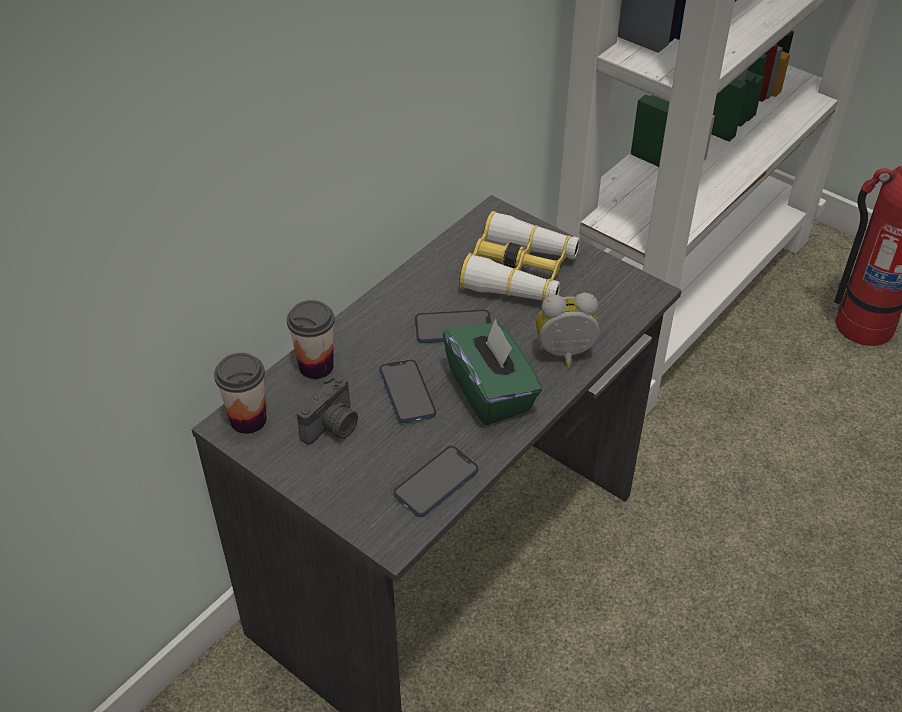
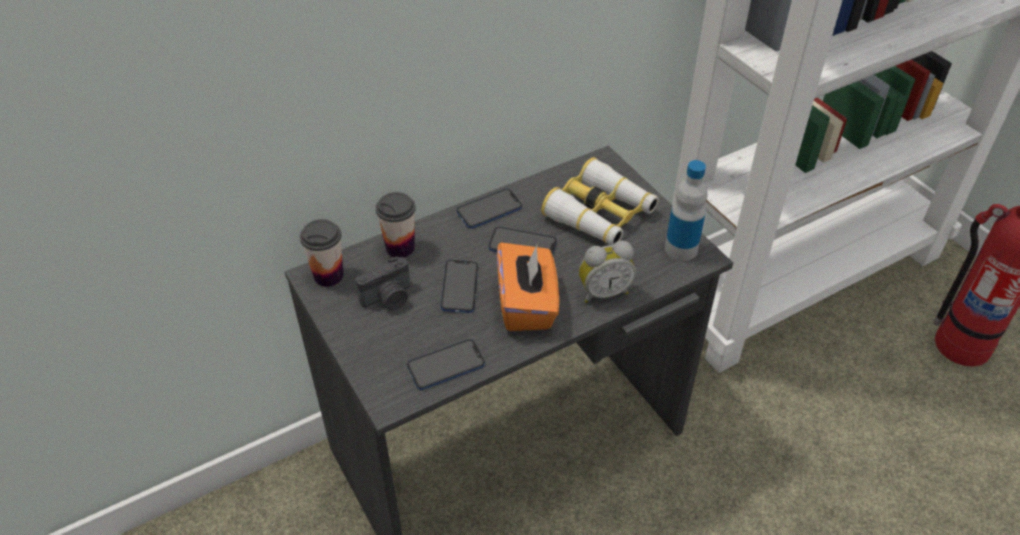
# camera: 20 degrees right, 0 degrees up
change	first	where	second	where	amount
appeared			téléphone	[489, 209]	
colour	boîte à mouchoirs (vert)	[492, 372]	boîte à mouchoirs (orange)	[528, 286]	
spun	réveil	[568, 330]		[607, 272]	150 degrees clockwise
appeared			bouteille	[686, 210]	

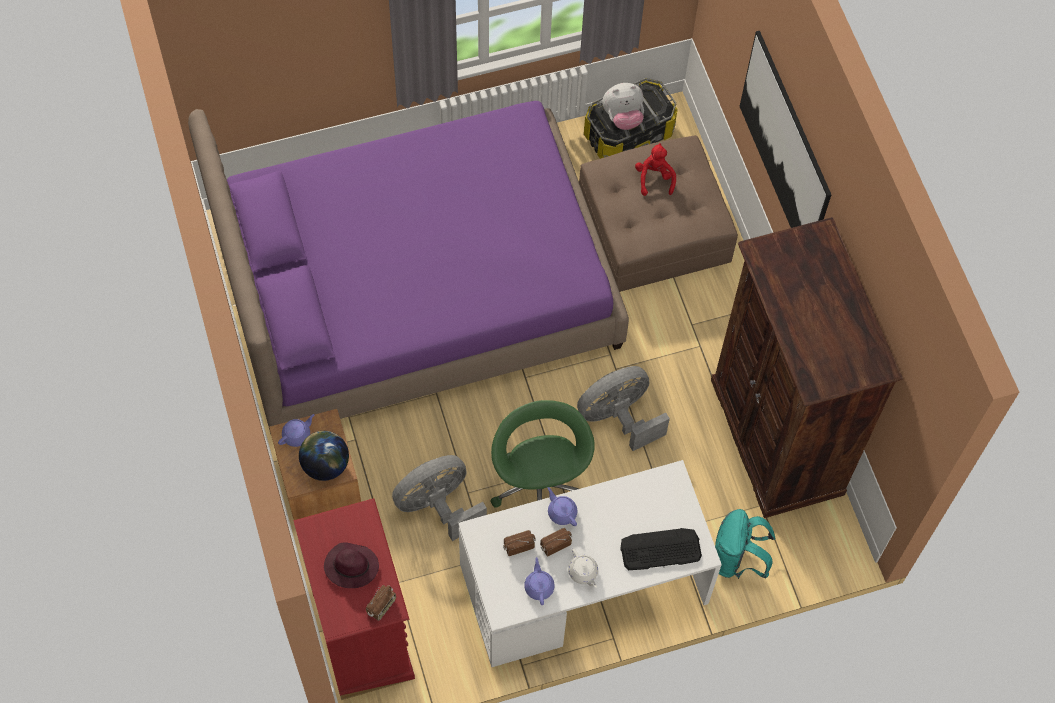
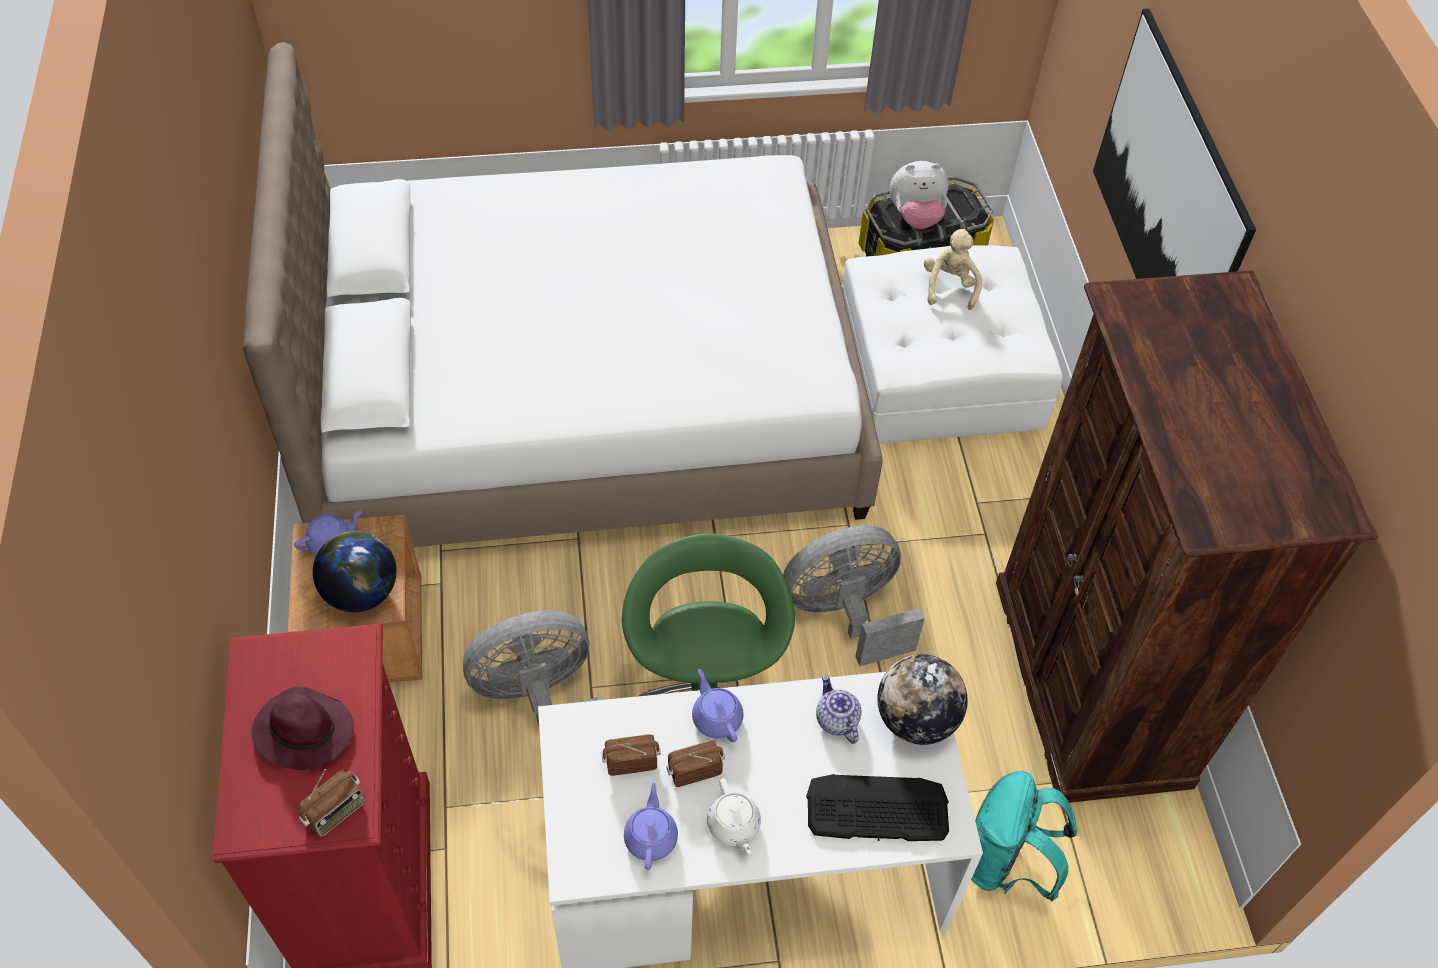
# camera: 10 degrees right, 10 degrees down
change	first	where	second	where	amount
colour	lit (violet)	[408, 267]	lit (blanc)	[563, 294]	
appeared			théière	[839, 709]	
colour	pouf (marron)	[658, 213]	pouf (blanc)	[952, 345]	
appeared			globe	[922, 699]	
colour	peluche (rouge)	[655, 169]	peluche (beige)	[953, 269]	

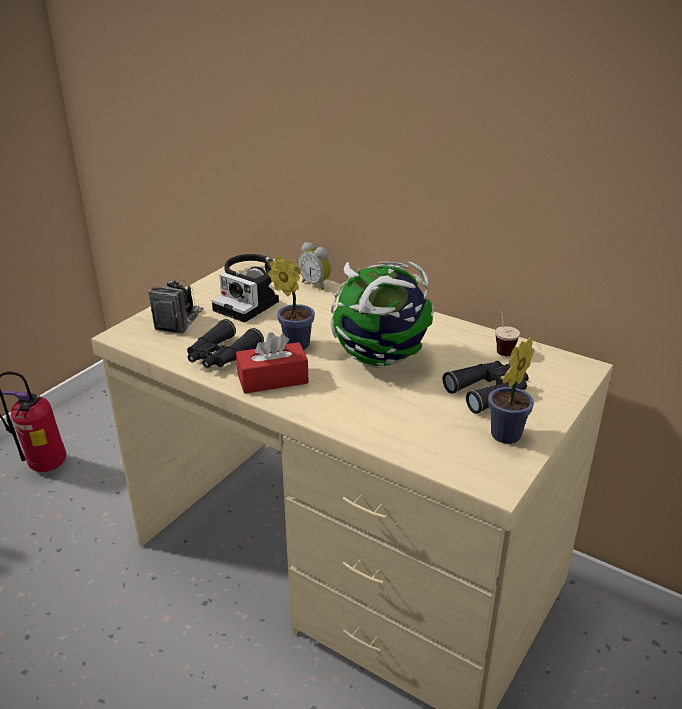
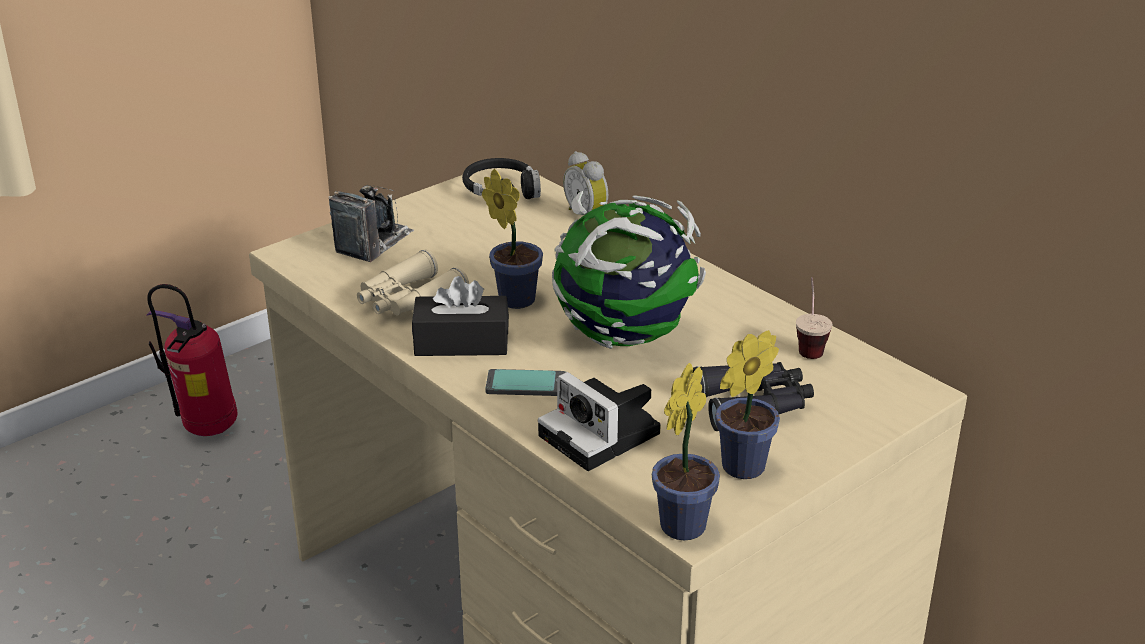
# camera: 15 degrees right, 0 degrees up
change	first	where	second	where	amount
colour	jumelles (noir)	[225, 343]	jumelles (beige)	[413, 283]	
colour	boîte à mouchoirs (rouge)	[272, 363]	boîte à mouchoirs (noir)	[460, 316]	
appeared			téléphone	[525, 382]	
relocated	appareil photo	[245, 298]		[599, 421]	
appeared			plante en pot	[686, 451]	

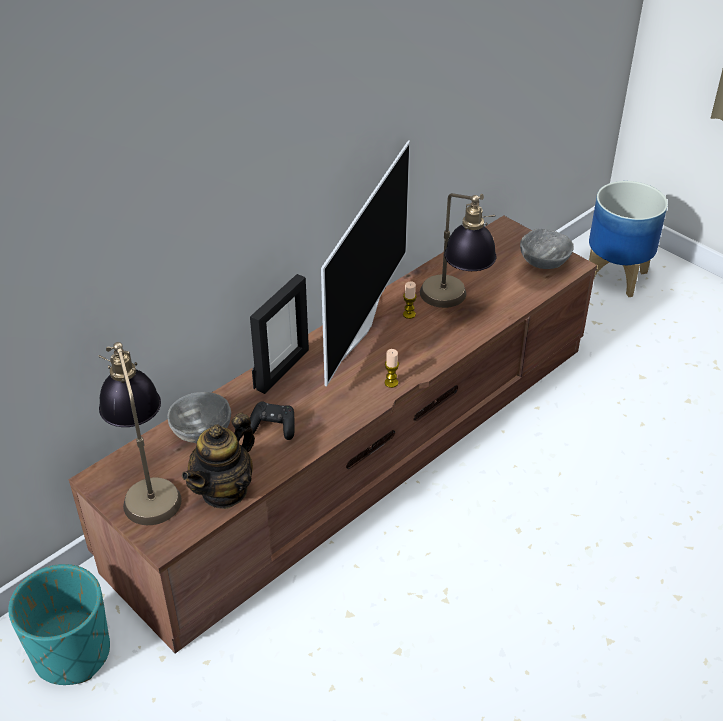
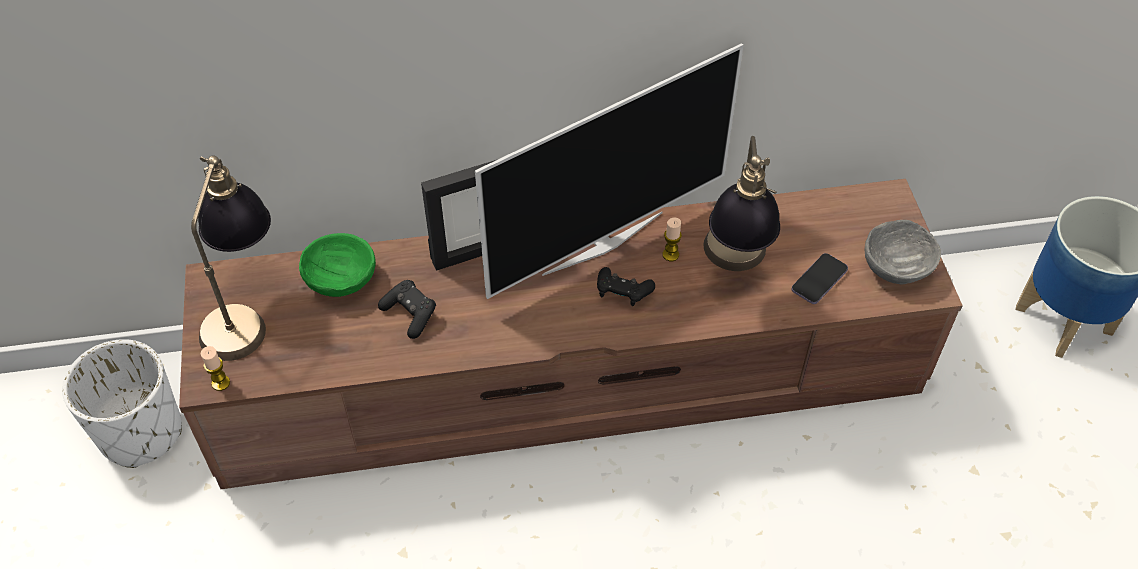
# camera: 35 degrees right, 10 degrees up
change	first	where	second	where	amount
colour	cache-pot (turquoise)	[59, 624]	cache-pot (blanc)	[122, 403]	
relocated	bougie	[392, 368]		[215, 368]	
colour	bol (gris)	[199, 417]	bol (vert)	[337, 265]	
appeared			manette (noir)	[626, 286]	
appeared			téléphone	[819, 278]	
missing	théière	[218, 461]			

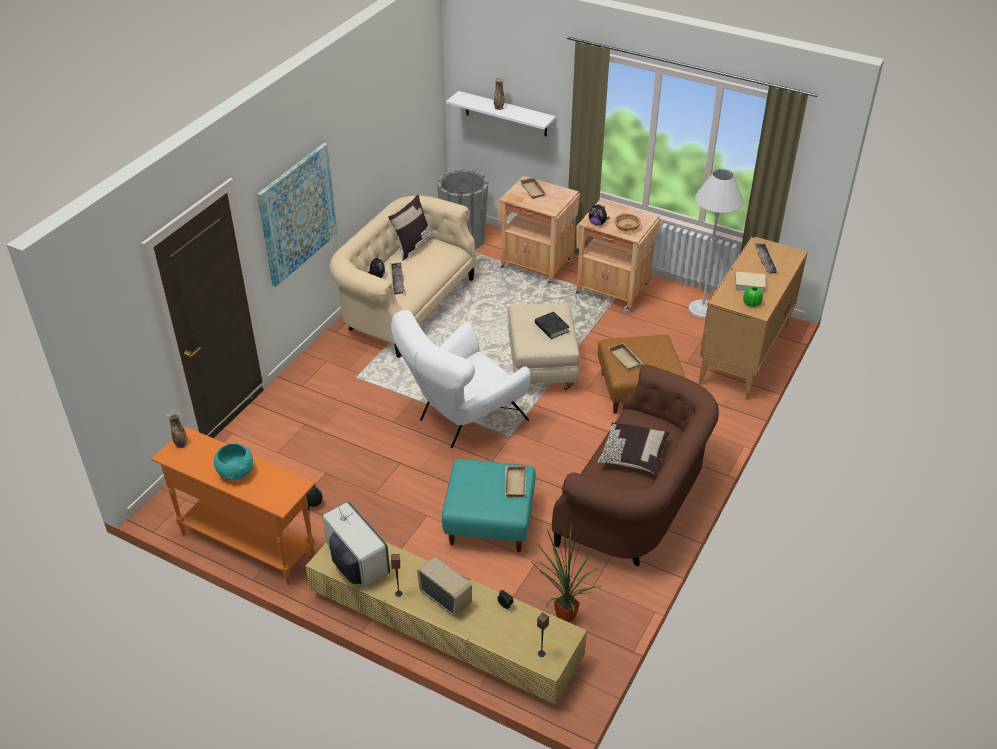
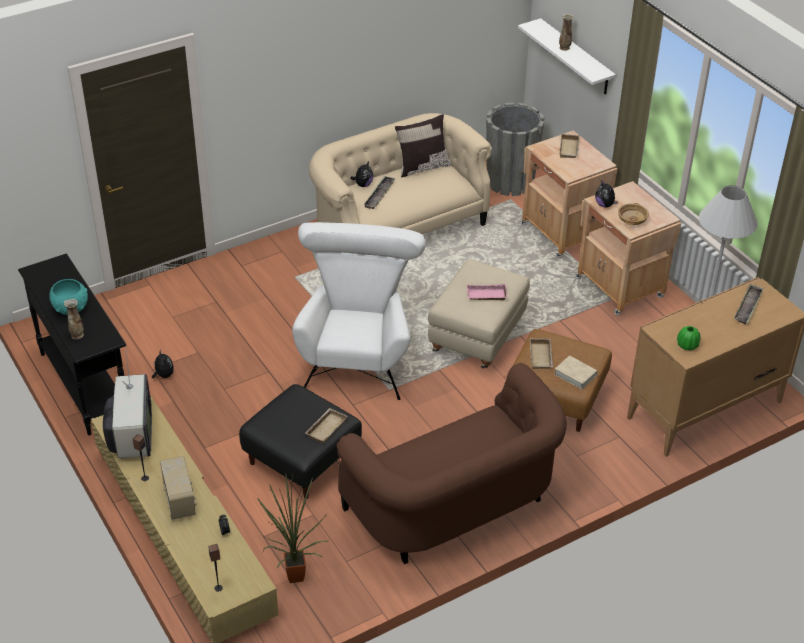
# camera: 30 degrees right, 0 degrees up
change	first	where	second	where	amount
colour	table console (orange)	[233, 506]	table console (noir)	[72, 344]	
relocated	vase	[177, 429]		[74, 319]	
colour	pouf (turquoise)	[489, 505]	pouf (noir)	[300, 441]	
spun	fauteuil (blanc)	[461, 379]		[359, 311]	105 degrees clockwise
exchanged	livre (noir)	[552, 325]	plateau (rose)	[487, 292]	
relocated	livre (beige)	[750, 282]		[576, 373]	
missing	tableau	[297, 215]			
missing	coussin	[634, 449]			

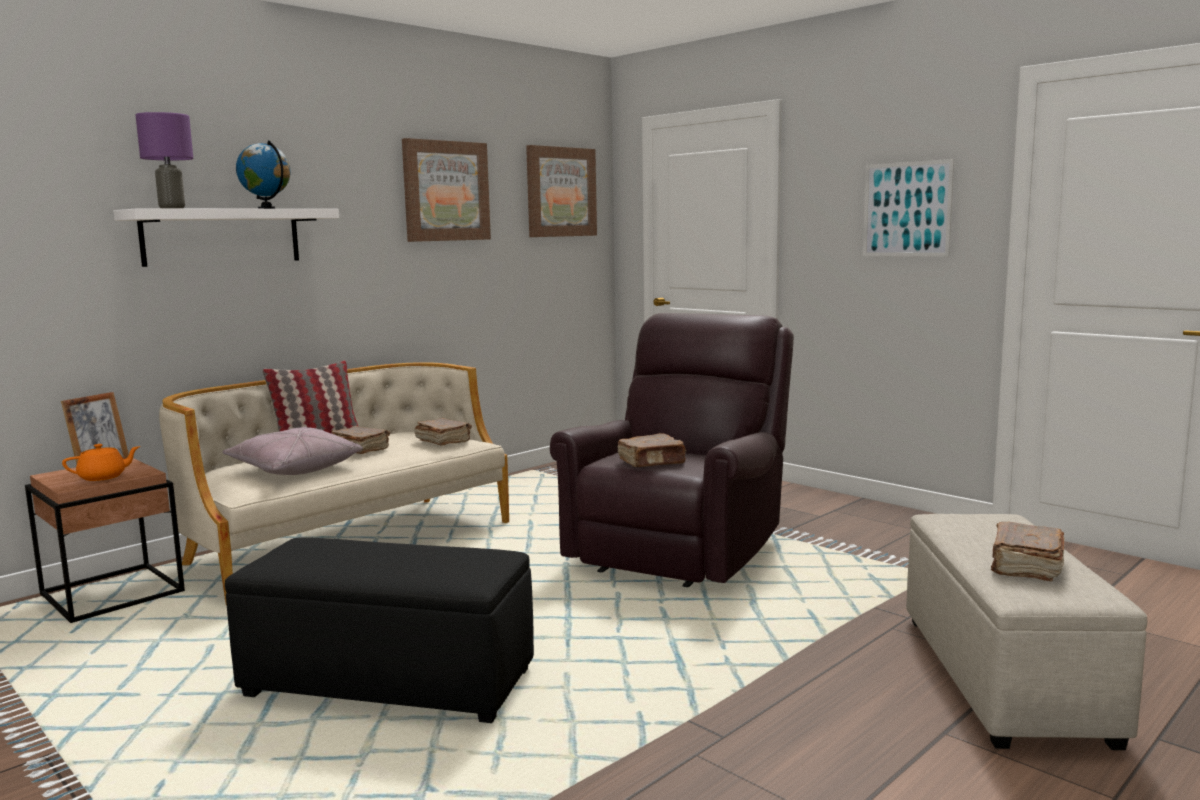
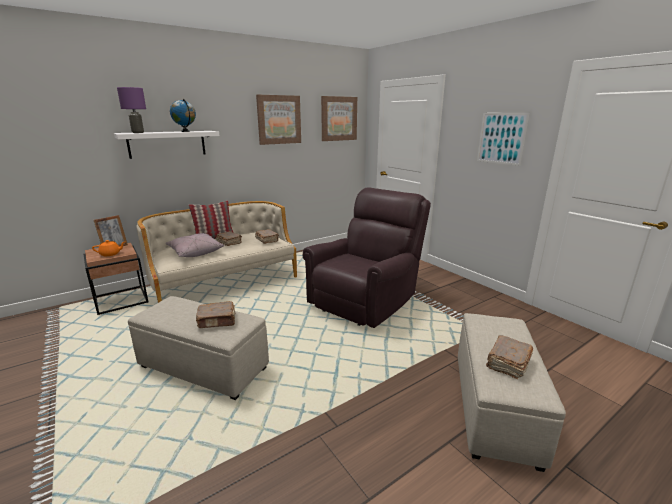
# camera: 10 degrees right, 10 degrees up
change	first	where	second	where	amount
colour	pouf (noir)	[379, 630]	pouf (beige)	[198, 348]	
relocated	livre (marron)	[652, 450]		[215, 314]	

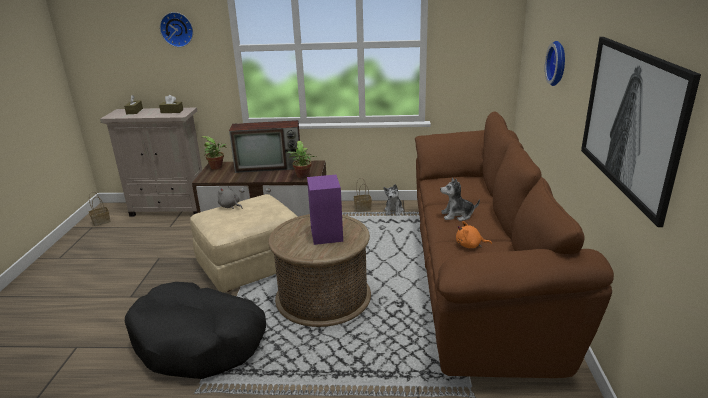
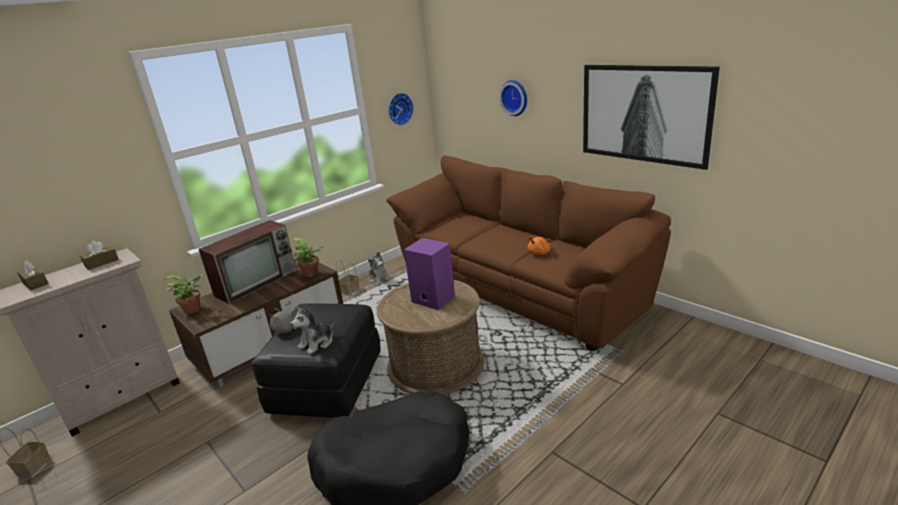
# camera: 45 degrees left, 0 degrees up
change	first	where	second	where	amount
colour	pouf (beige)	[244, 243]	pouf (noir)	[316, 361]	
relocated	peluche	[460, 199]		[312, 330]	
relocated	horloge murale	[176, 29]		[401, 109]	

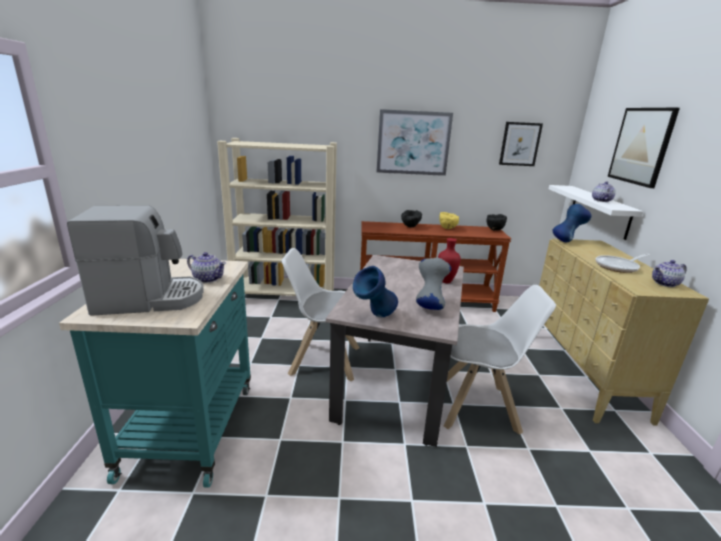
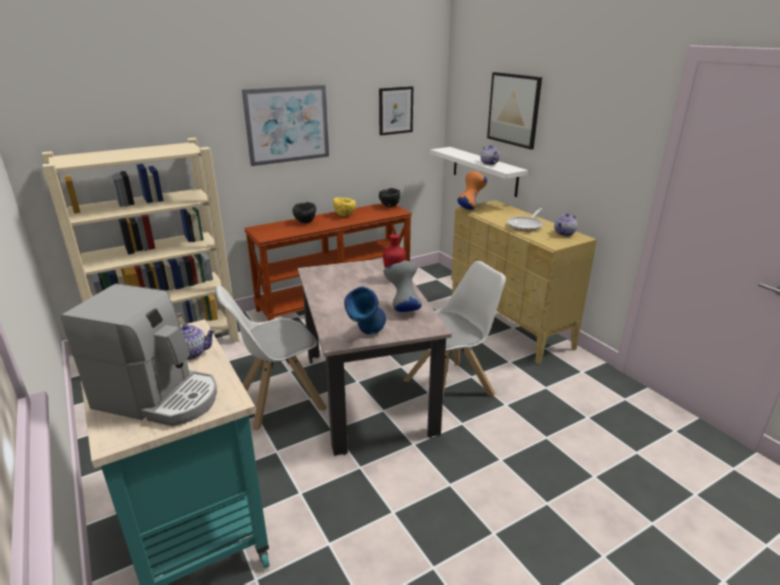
# camera: 30 degrees left, 5 degrees up
change	first	where	second	where	amount
spun	machine à café	[135, 260]		[139, 354]	60 degrees clockwise
colour	vase (bleu)	[572, 223]	vase (orange)	[472, 190]	

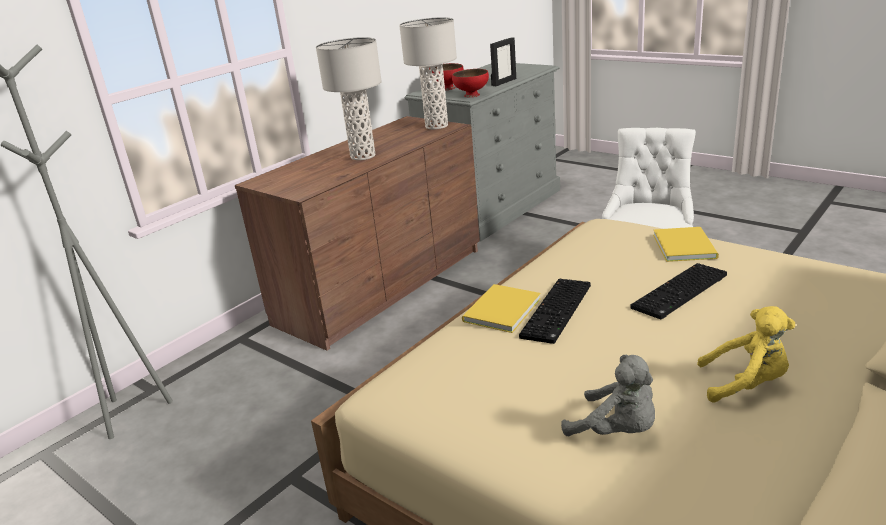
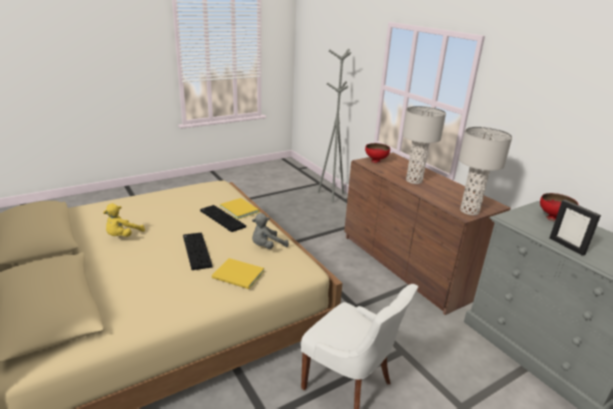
# camera: 105 degrees right, 0 degrees up
change	first	where	second	where	amount
relocated	peluche (gris)	[608, 395]		[270, 231]	
relocated	bol (rouge)	[470, 83]		[377, 153]	

